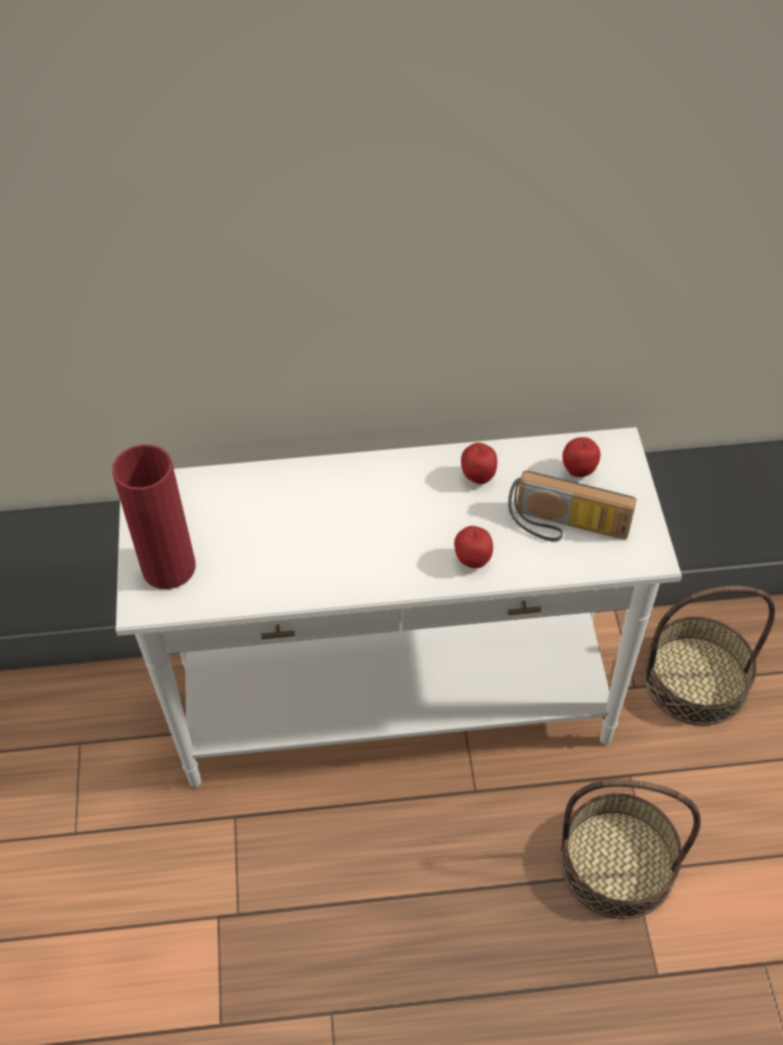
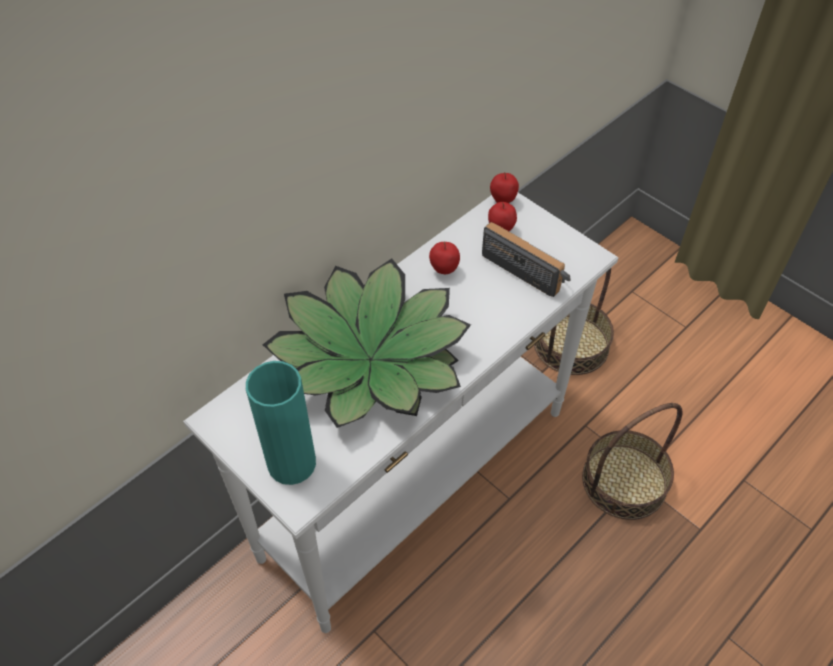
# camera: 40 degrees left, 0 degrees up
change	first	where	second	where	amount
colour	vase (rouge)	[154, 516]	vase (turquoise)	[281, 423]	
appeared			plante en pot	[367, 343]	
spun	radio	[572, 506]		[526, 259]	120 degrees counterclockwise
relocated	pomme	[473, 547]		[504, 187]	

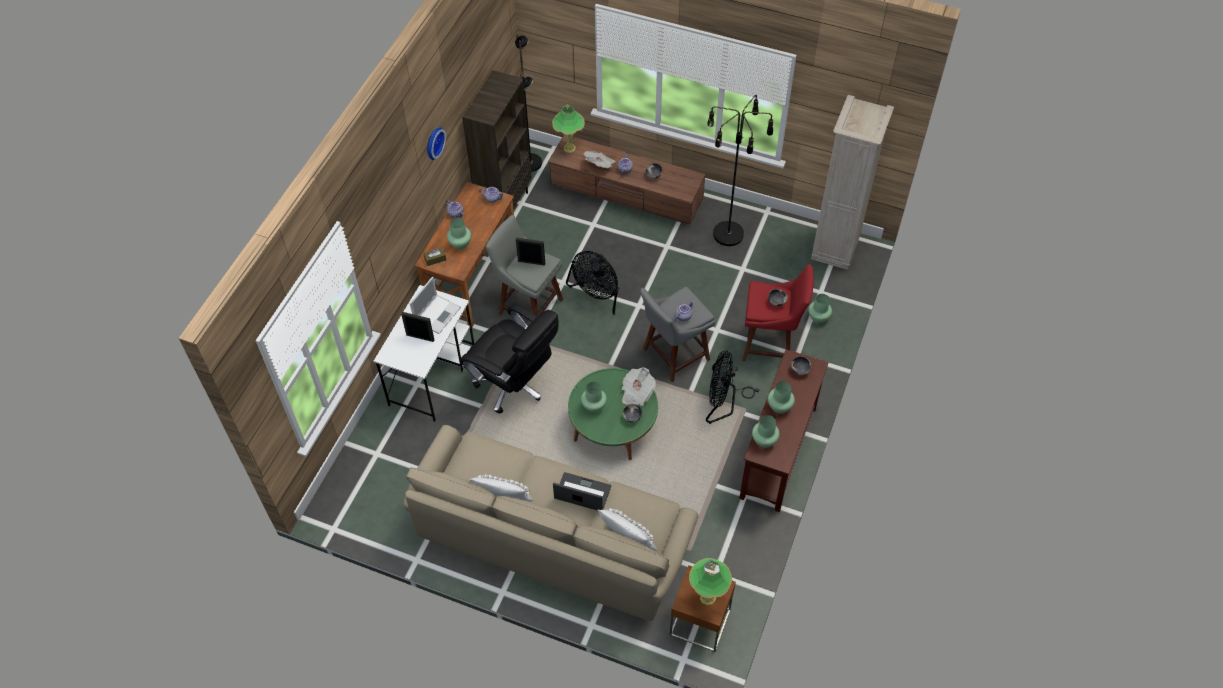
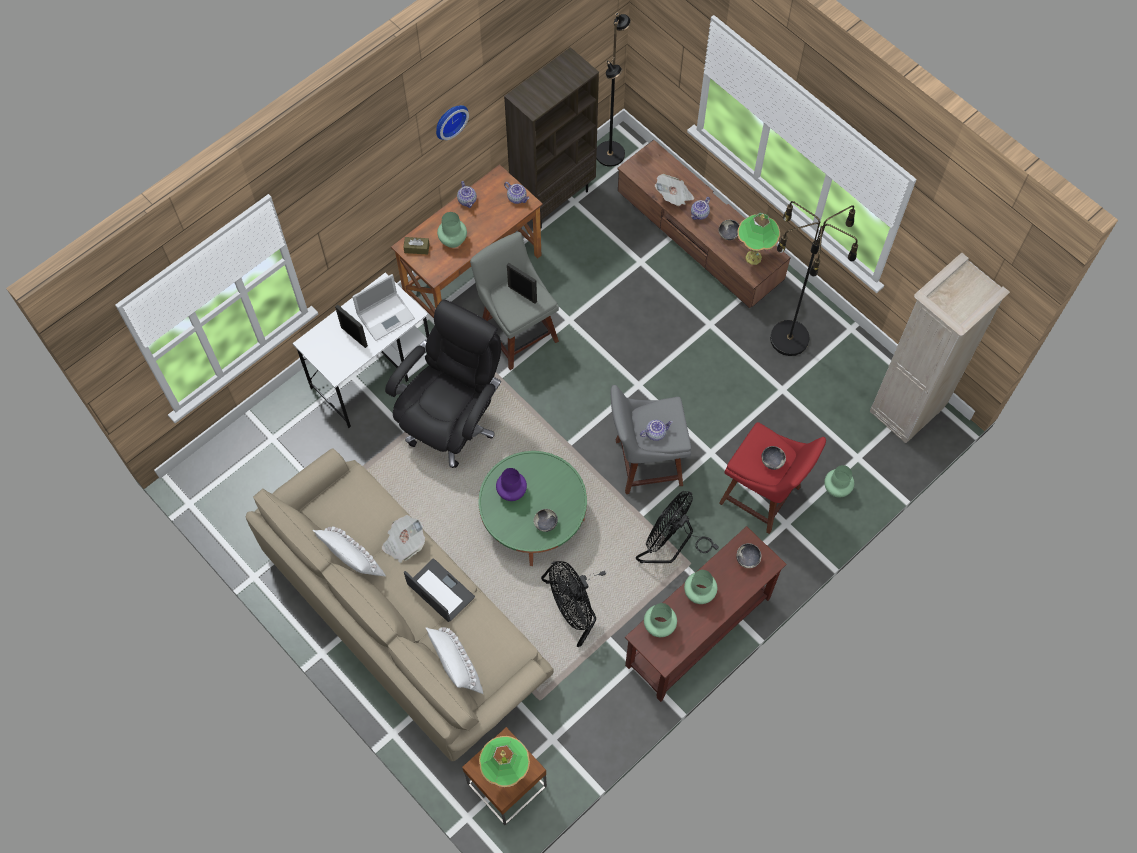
# camera: 25 degrees right, 10 degrees up
change	first	where	second	where	amount
relocated	journal	[638, 387]		[403, 539]	
spun	chaise de bureau (noir)	[509, 358]		[443, 383]	120 degrees counterclockwise
colour	vase (vert)	[594, 397]	vase (violet)	[511, 484]	
relocated	ventilateur (noir)	[593, 283]		[573, 604]	
relocated	lampe de table	[568, 128]		[758, 239]	

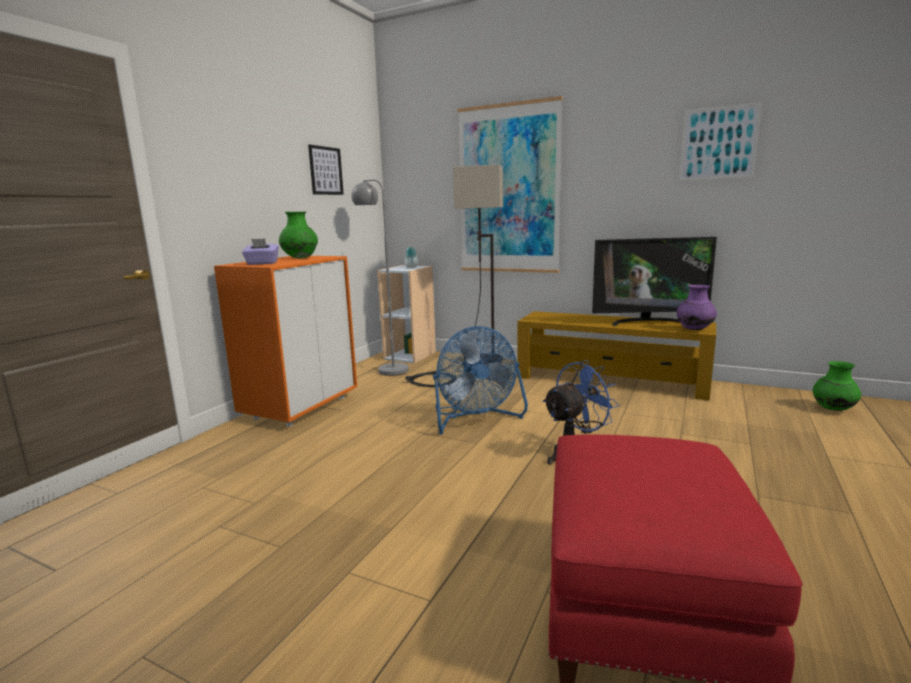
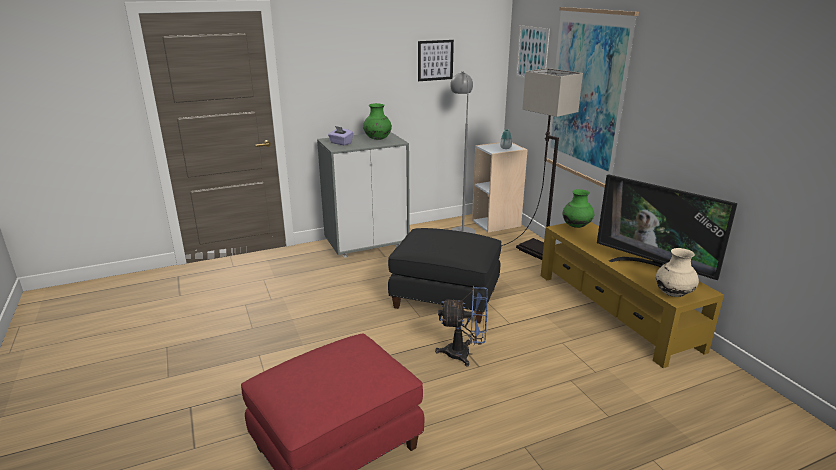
# camera: 40 degrees right, 10 degrees up
change	first	where	second	where	amount
colour	meuble de rangement (orange)	[285, 341]	meuble de rangement (gris)	[363, 194]	
exchanged	ventilateur (bleu)	[480, 380]	pouf (noir)	[444, 275]	
relocated	tableau	[720, 142]		[533, 51]	
relocated	vase (vert)	[836, 386]		[578, 208]	
colour	vase (violet)	[697, 307]	vase (beige)	[677, 272]	

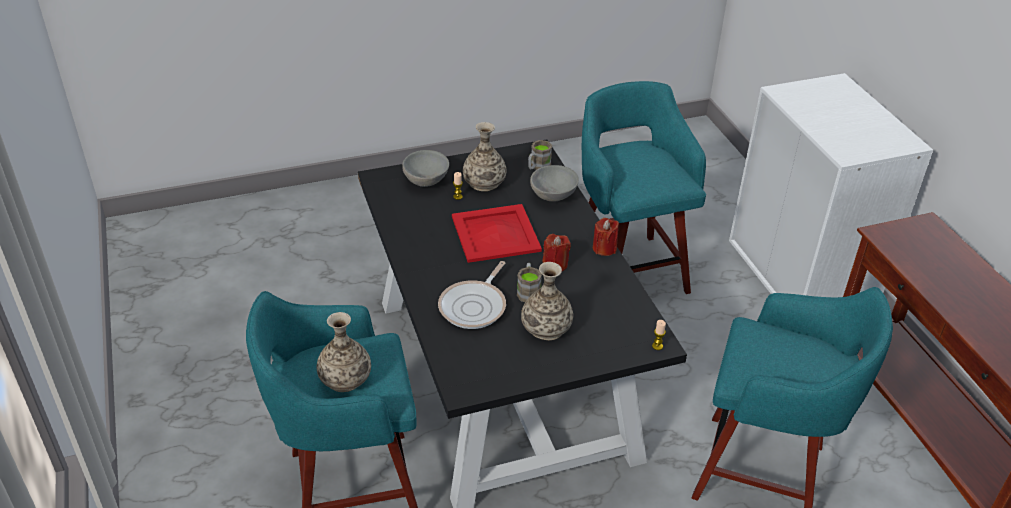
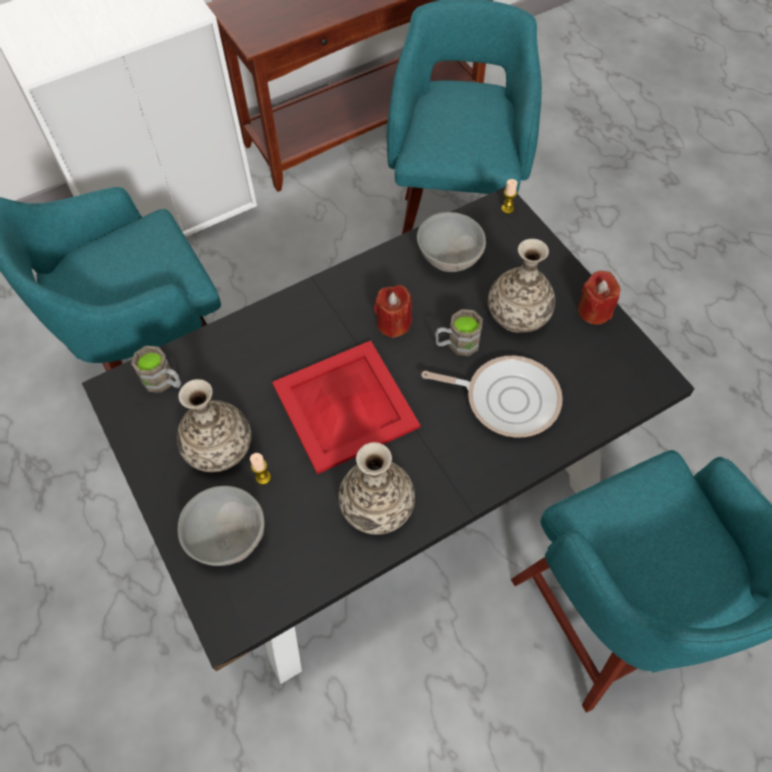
# camera: 100 degrees left, 20 degrees up
change	first	where	second	where	amount
relocated	vase	[344, 352]		[377, 488]	
relocated	bol (gris)	[554, 183]		[451, 242]	
relocated	bougie (rouge)	[606, 237]		[599, 297]	

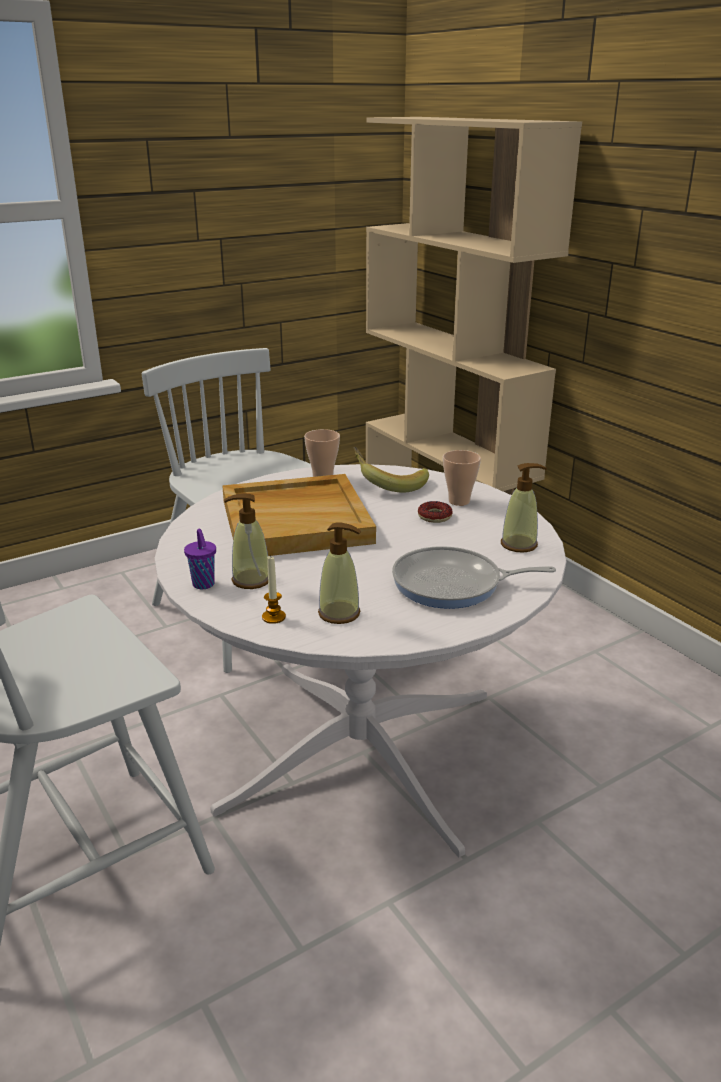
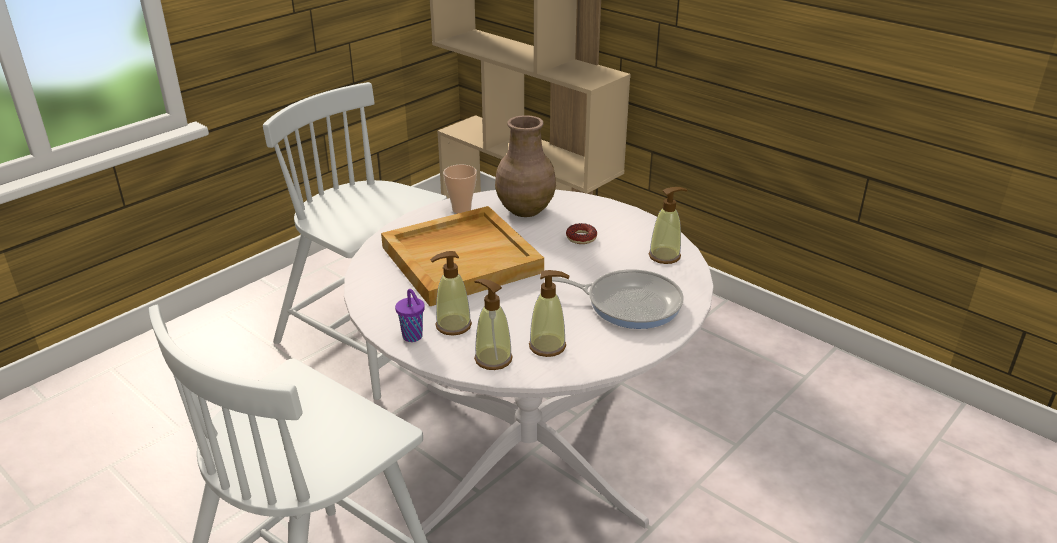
# camera: 15 degrees left, 5 degrees up
change	first	where	second	where	amount
exchanged	bougie	[274, 589]	distributeur de savon	[493, 324]	
exchanged	banane	[391, 470]	vase (marron)	[525, 166]	
spun	poêle	[474, 577]		[614, 299]	150 degrees counterclockwise
missing	tasse	[462, 478]			

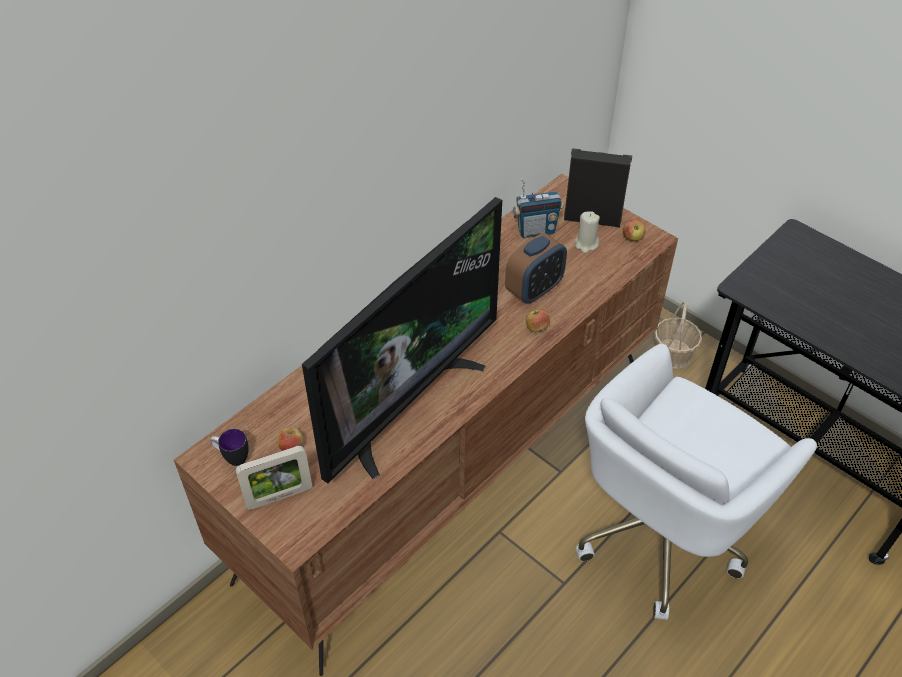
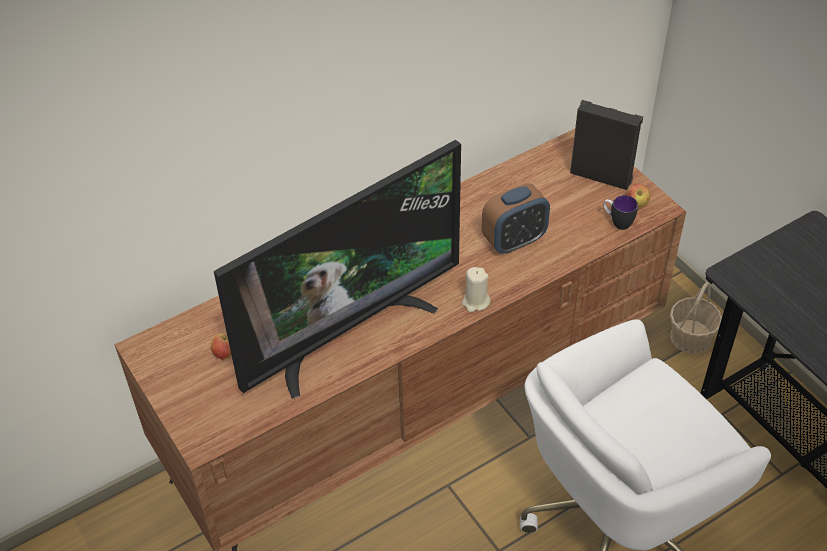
# camera: 15 degrees right, 0 degrees up
change	first	where	second	where	amount
relocated	bougie (beige)	[587, 232]		[476, 290]	
relocated	mug	[229, 447]		[620, 212]	
missing	cadre photo	[273, 477]			
missing	radio	[538, 208]			
missing	pomme	[538, 320]			

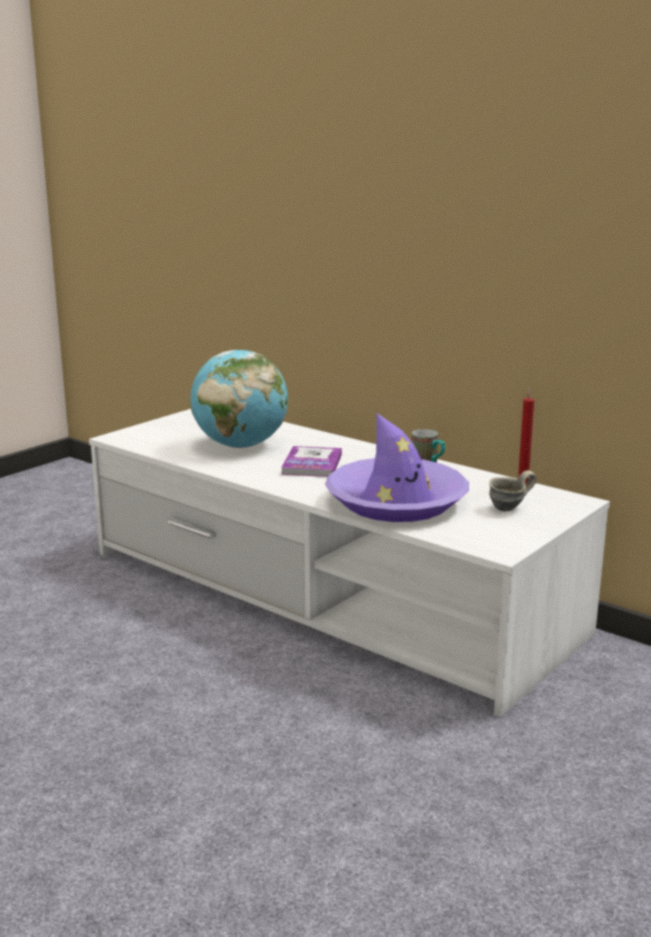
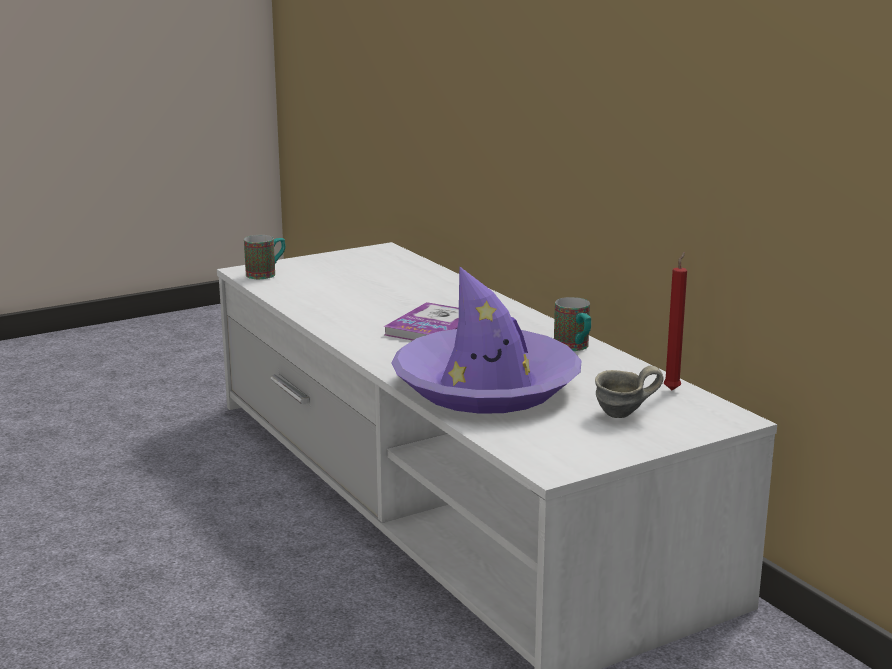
# camera: 20 degrees right, 0 degrees up
change	first	where	second	where	amount
appeared			mug	[264, 257]	
missing	globe	[239, 399]			

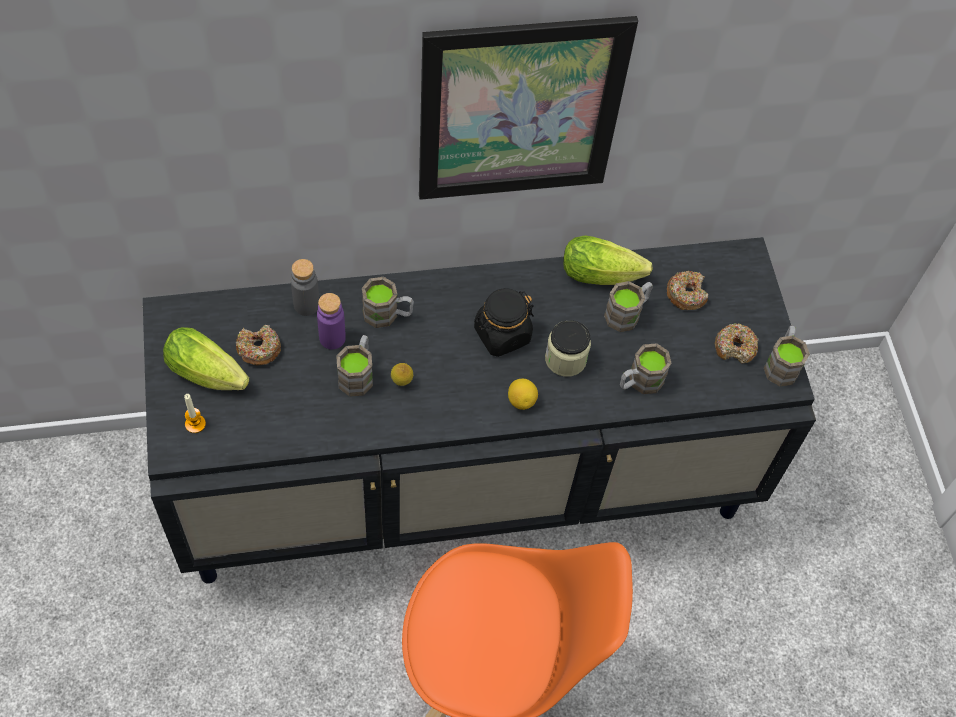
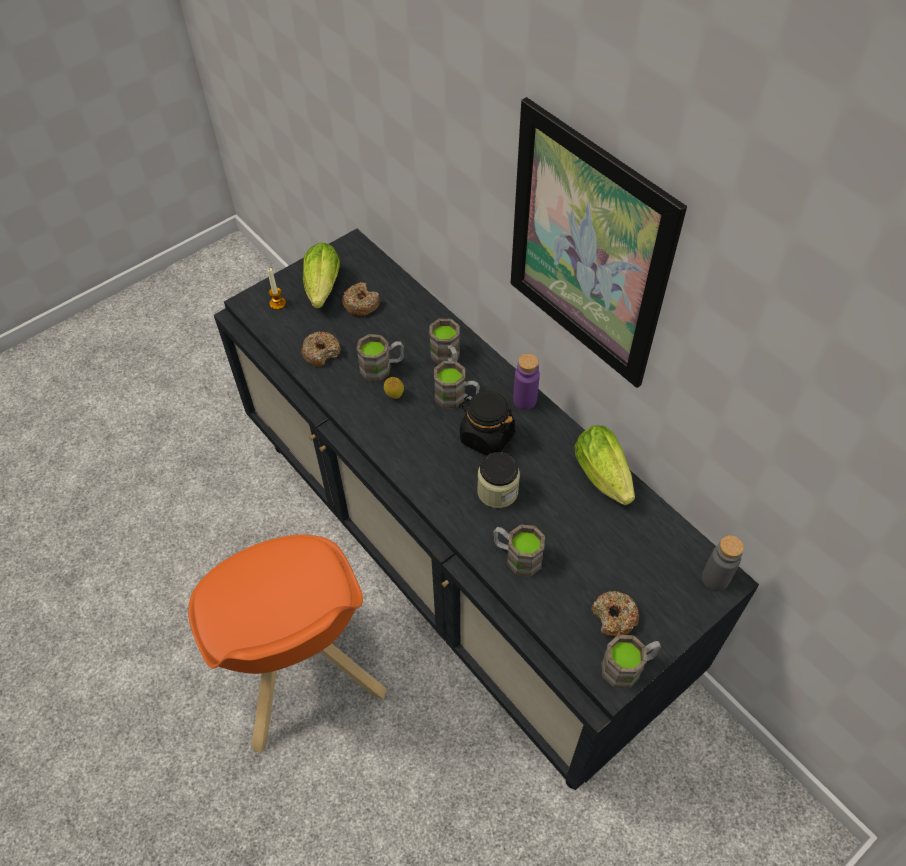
# camera: 65 degrees right, 5 degrees down
change	first	where	second	where	amount
relocated	beignet	[687, 290]		[321, 349]	
relocated	mug (marron)	[628, 306]		[457, 384]	
relocated	bouteille (violet)	[331, 321]		[526, 381]	
relocated	bouteille (gris)	[305, 287]		[723, 563]	
missing	citron	[523, 394]			

